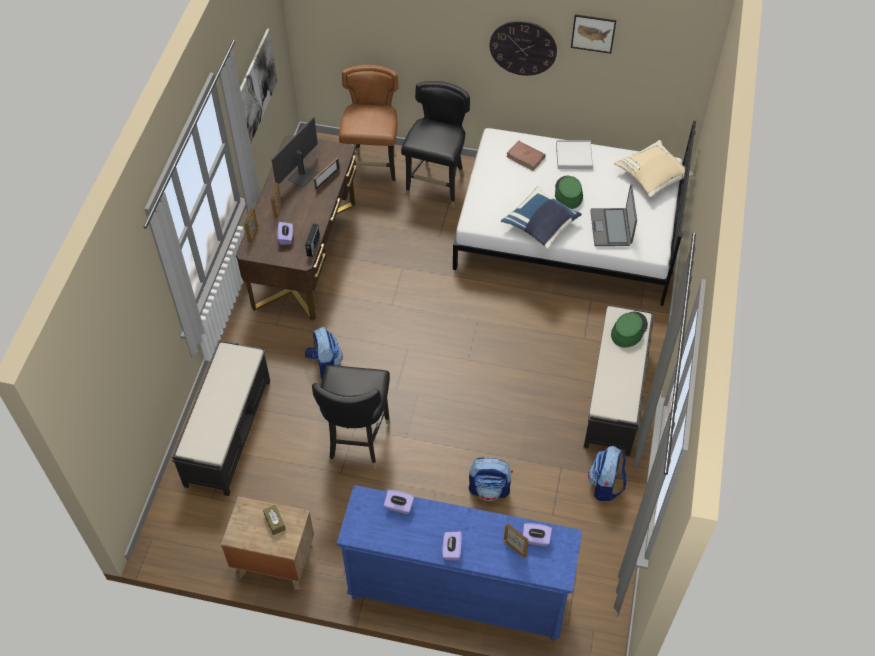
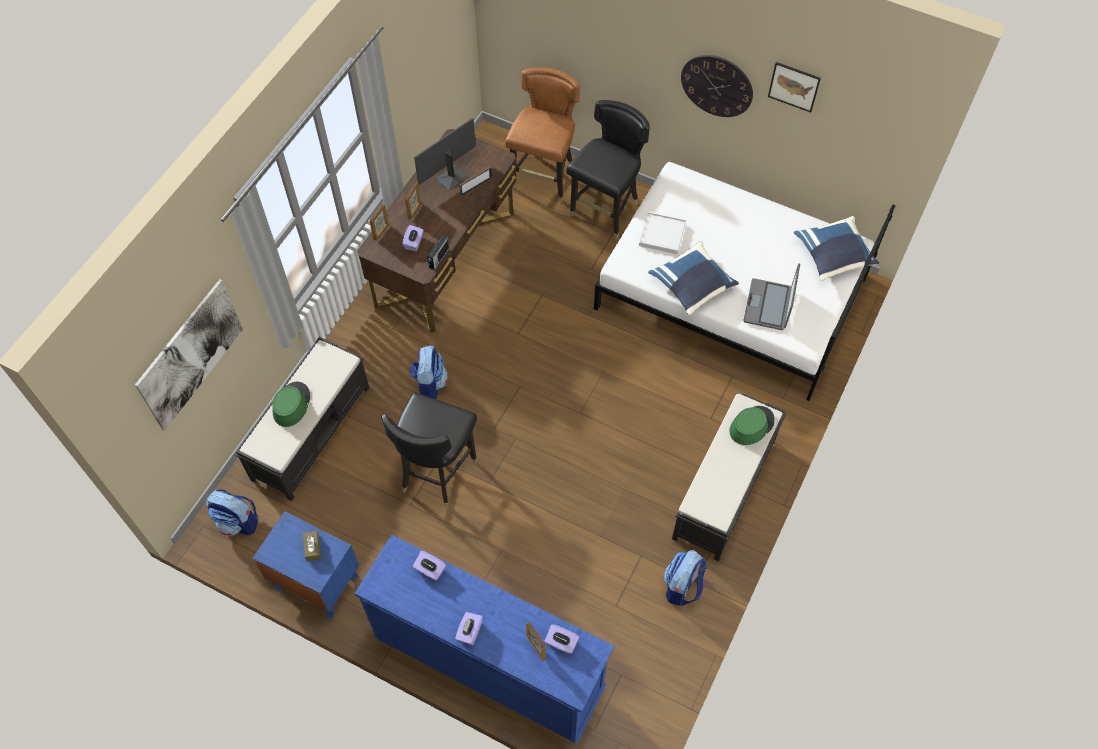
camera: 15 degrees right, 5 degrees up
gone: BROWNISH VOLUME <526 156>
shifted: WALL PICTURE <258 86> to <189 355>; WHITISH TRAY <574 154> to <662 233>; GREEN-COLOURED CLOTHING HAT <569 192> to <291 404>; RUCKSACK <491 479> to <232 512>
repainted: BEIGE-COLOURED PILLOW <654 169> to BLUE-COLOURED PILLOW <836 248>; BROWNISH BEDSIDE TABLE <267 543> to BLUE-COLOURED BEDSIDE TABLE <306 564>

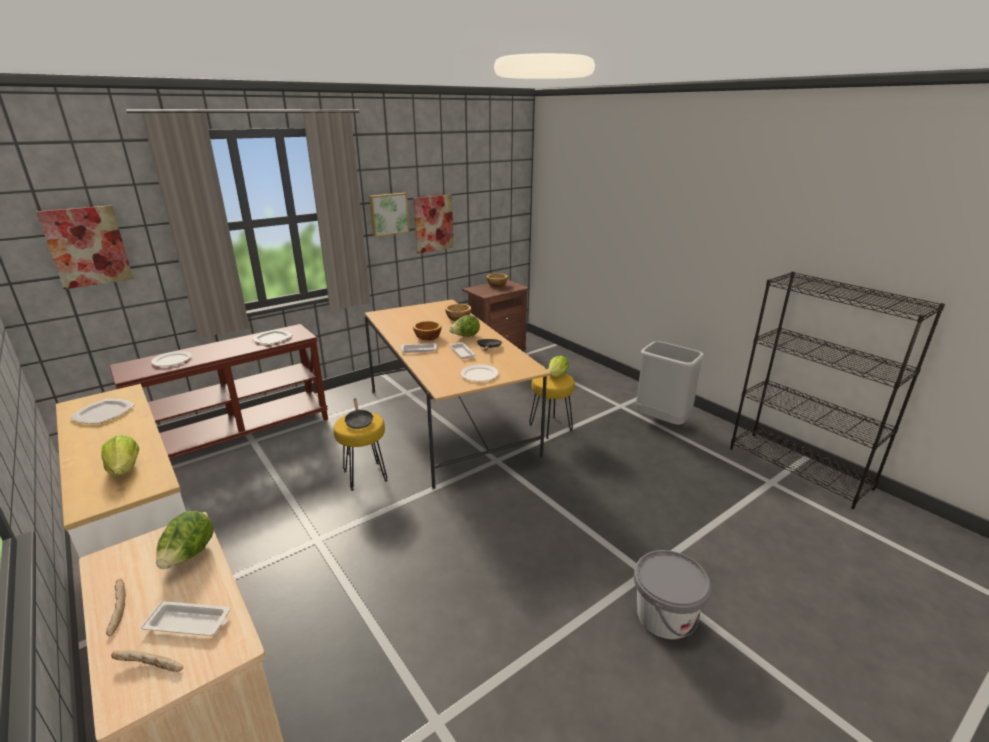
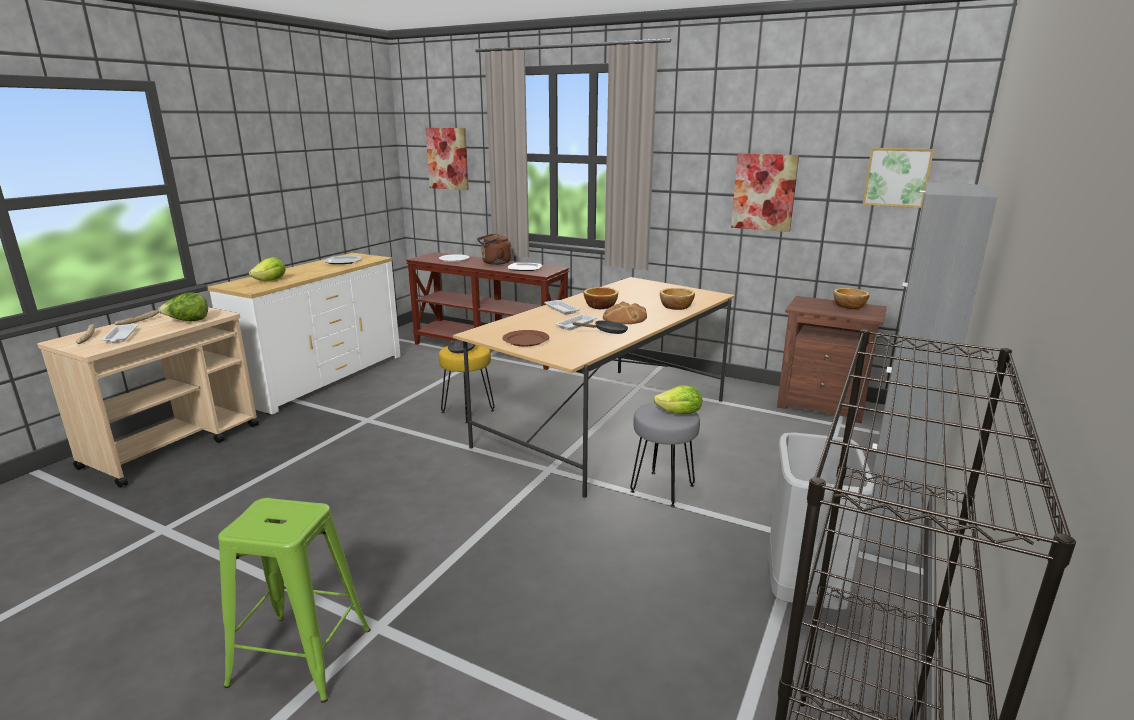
camera: 65 degrees right, 5 degrees down
new: GREYISH CUPBOARD <928 373>; BROWNISH KETTLE <494 249>
shifted: WALL PICTURE <389 215> to <898 178>
swapped: LETTUCE <464 326> to BREAD <625 312>; GREYISH PAIL <672 594> to GREEN-COLOURED STOOL <294 600>
repainted: WHITISH FLAT DISH <479 373> to BROWNISH FLAT DISH <525 338>; YELLOWISH STOOL <552 406> to GREYISH STOOL <665 455>

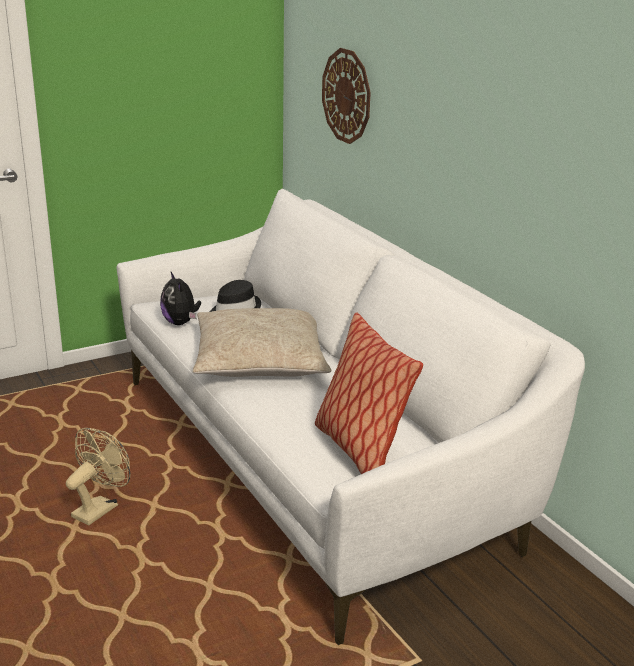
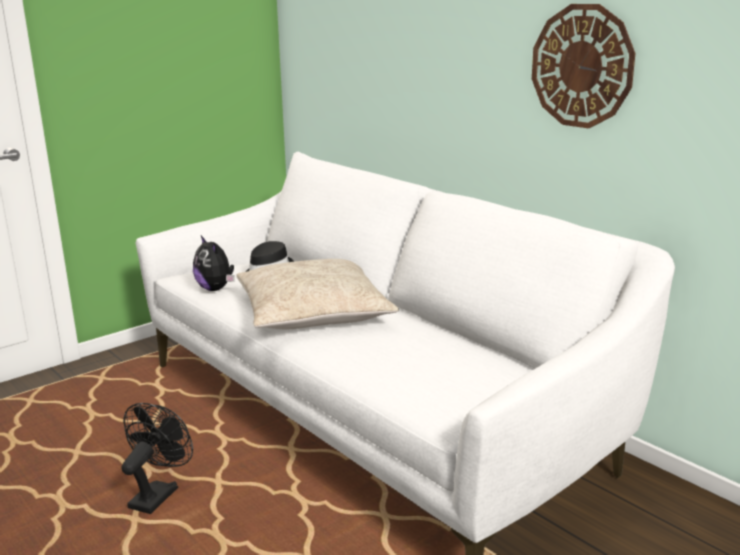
camera: 10 degrees left, 5 degrees down
gone: PILLOW <369 393>
shifted: CLOCK ON THE WALL <346 96> to <584 66>
repainted: BEIGE-COLOURED FAN <98 476> to BLACK FAN <157 458>

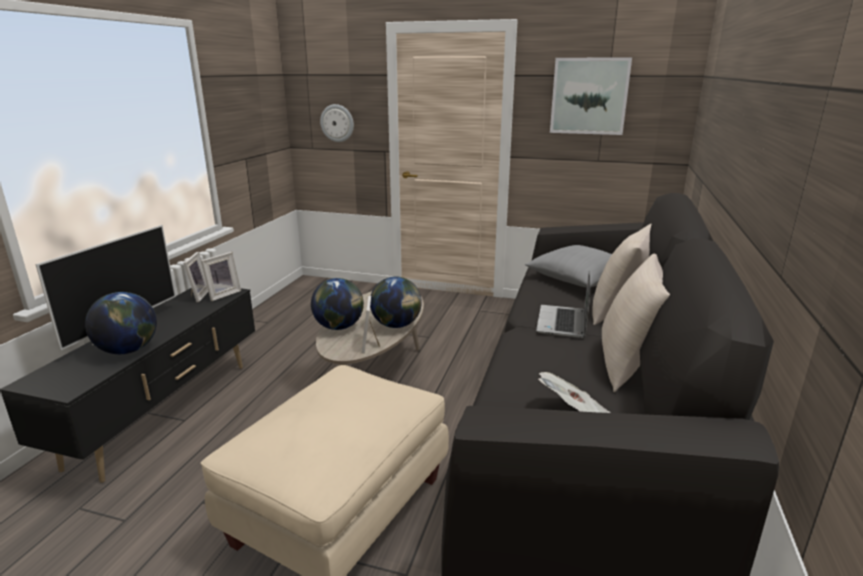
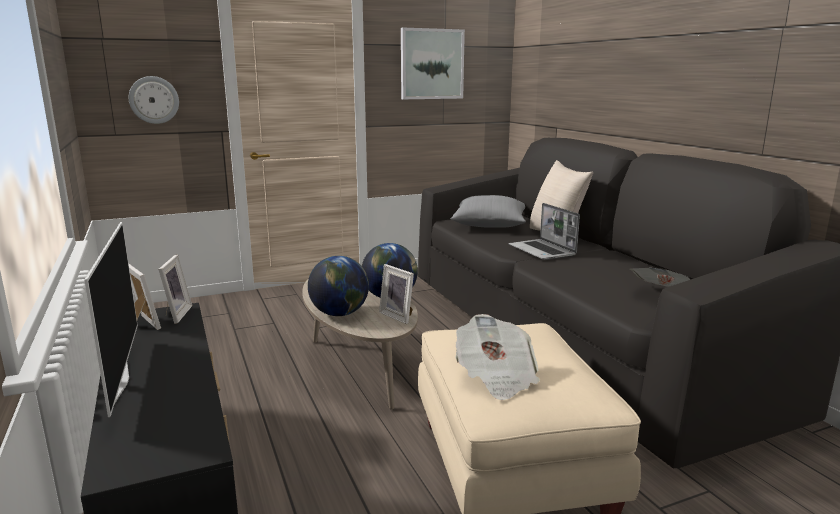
camera: 40 degrees left, 5 degrees down
gone: BEIGE-COLOURED PILLOW <636 323>; GLOBE <121 323>
new: PRINTED PAPER <497 357>

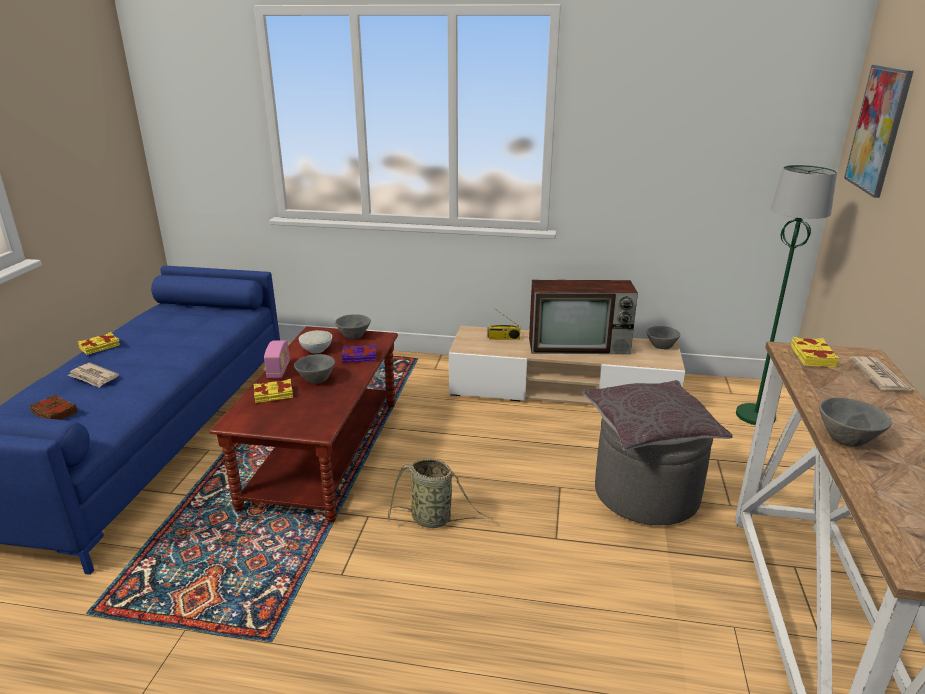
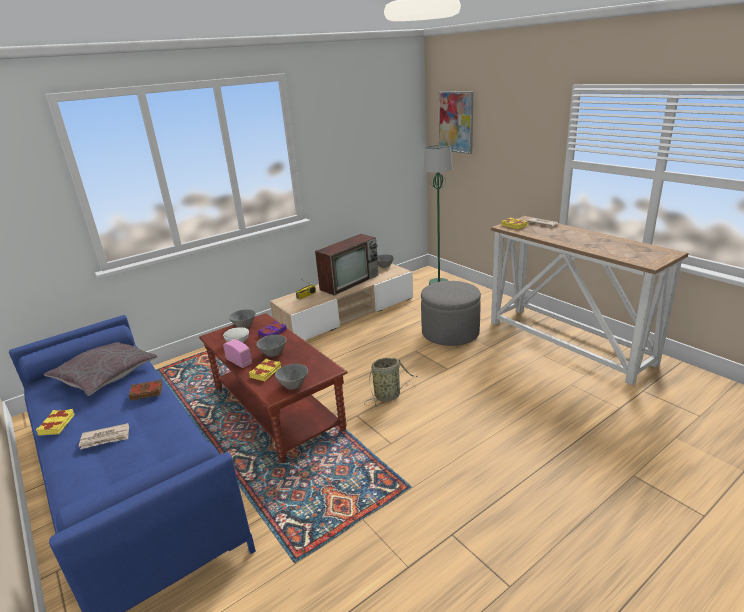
camera: 45 degrees left, 0 degrees up
shifted: GREYISH PILLOW <657 415> to <101 369>; BROWNISH VOLUME <53 407> to <146 390>; GREYISH DEEP DISH <855 422> to <291 377>

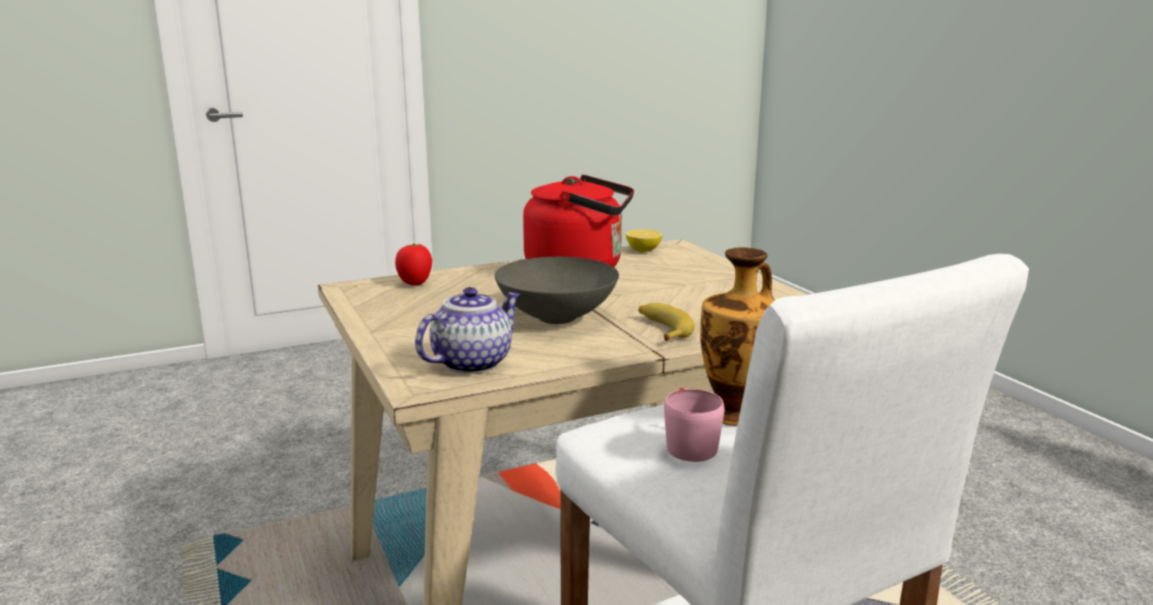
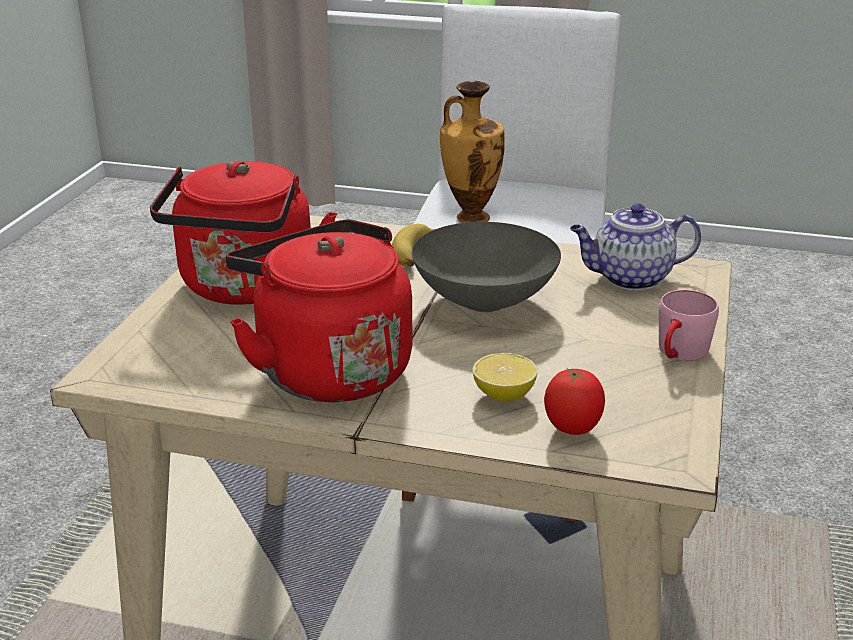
camera: 140 degrees left, 10 degrees up
new: RED-COLOURED KETTLE <243 233>
shifted: CITRUS FRUIT <644 240> to <505 377>; PINK COFFEE MUG <694 425> to <689 325>

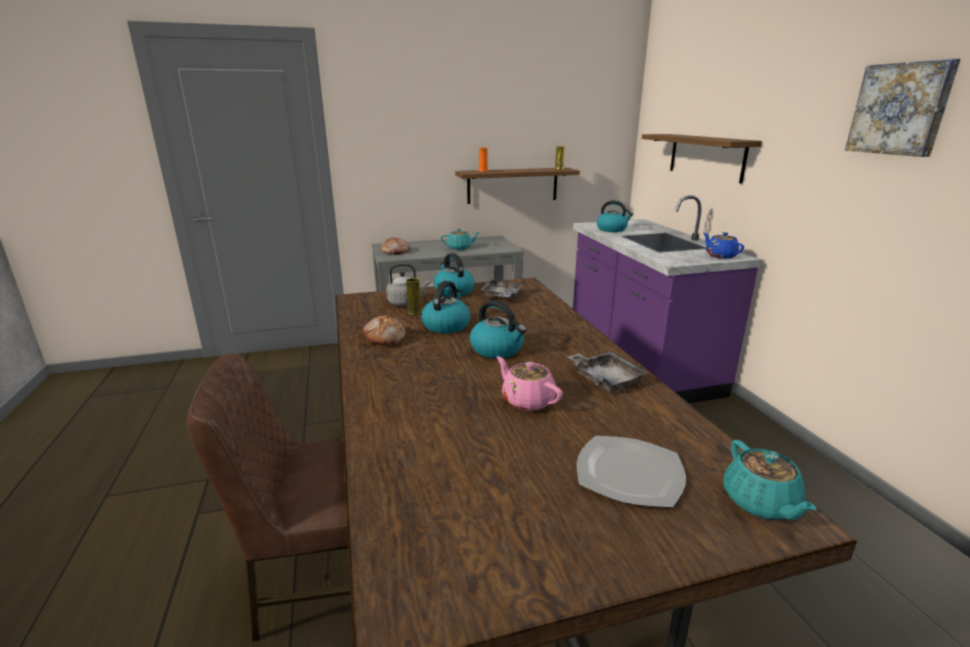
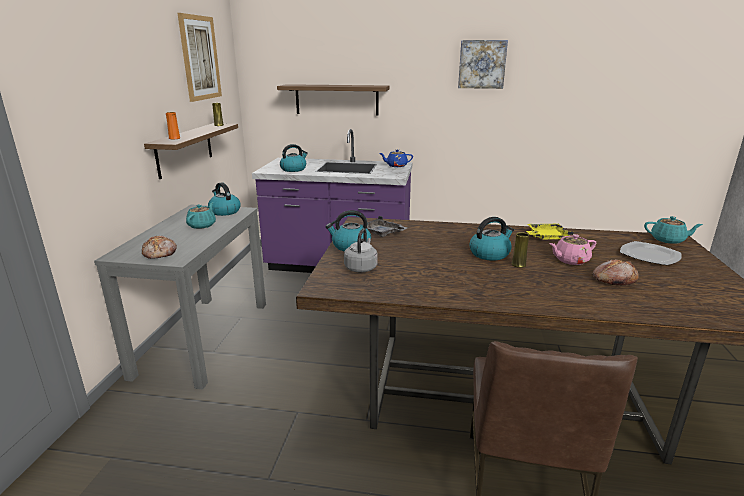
camera: 65 degrees left, 0 degrees up
new: WALL PICTURE <199 57>
shifted: YELLOWISH DECORATIVE VASE <414 297> to <520 250>; KETTLE <445 307> to <224 199>; BREAD <384 330> to <615 272>
repainted: GREYISH TRAY <608 371> to YELLOWISH TRAY <550 232>

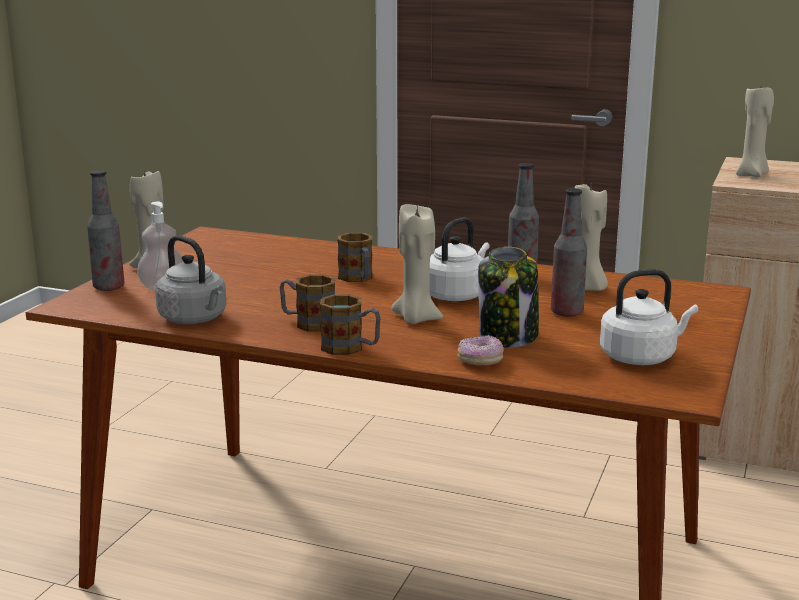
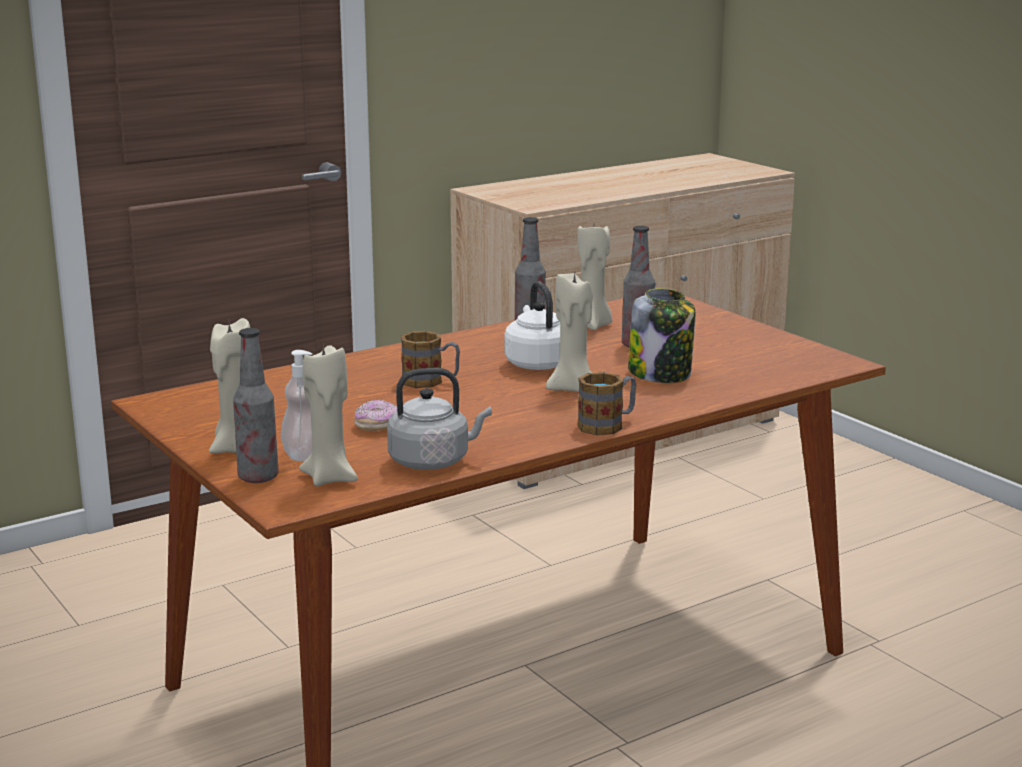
camera: 55 degrees left, 0 degrees up
gone: WHITISH KETTLE <649 317>; COFFEE MUG <307 303>
shifted: BEIGE-COLOURED WAX LIGHT <755 132> to <328 415>; RING DOUGHNUT <481 350> to <375 415>

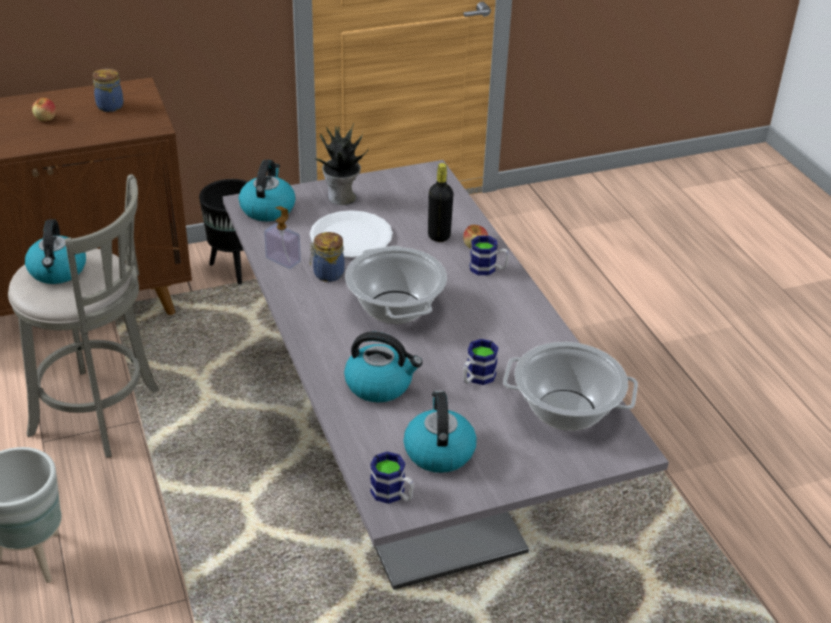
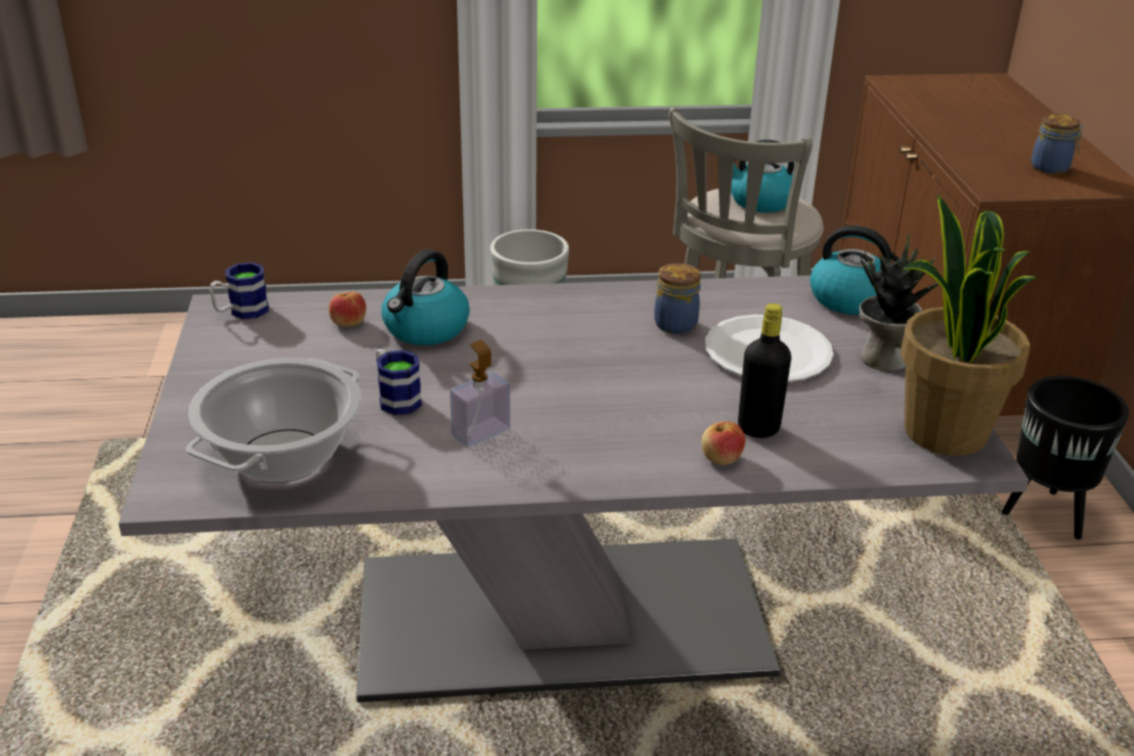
camera: 105 degrees right, 5 degrees down
gone: COFFEE MUG <489 255>; COOKING POT <396 285>; KETTLE <440 431>
new: POTTED PLANT <968 325>
shifted: WHOLE APPLE <44 109> to <347 309>; LIQUID SOAP BOTTLE <282 237> to <480 393>

